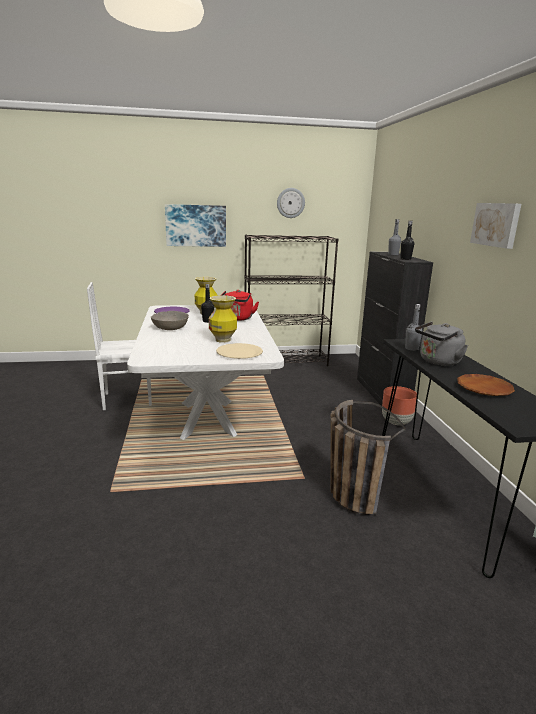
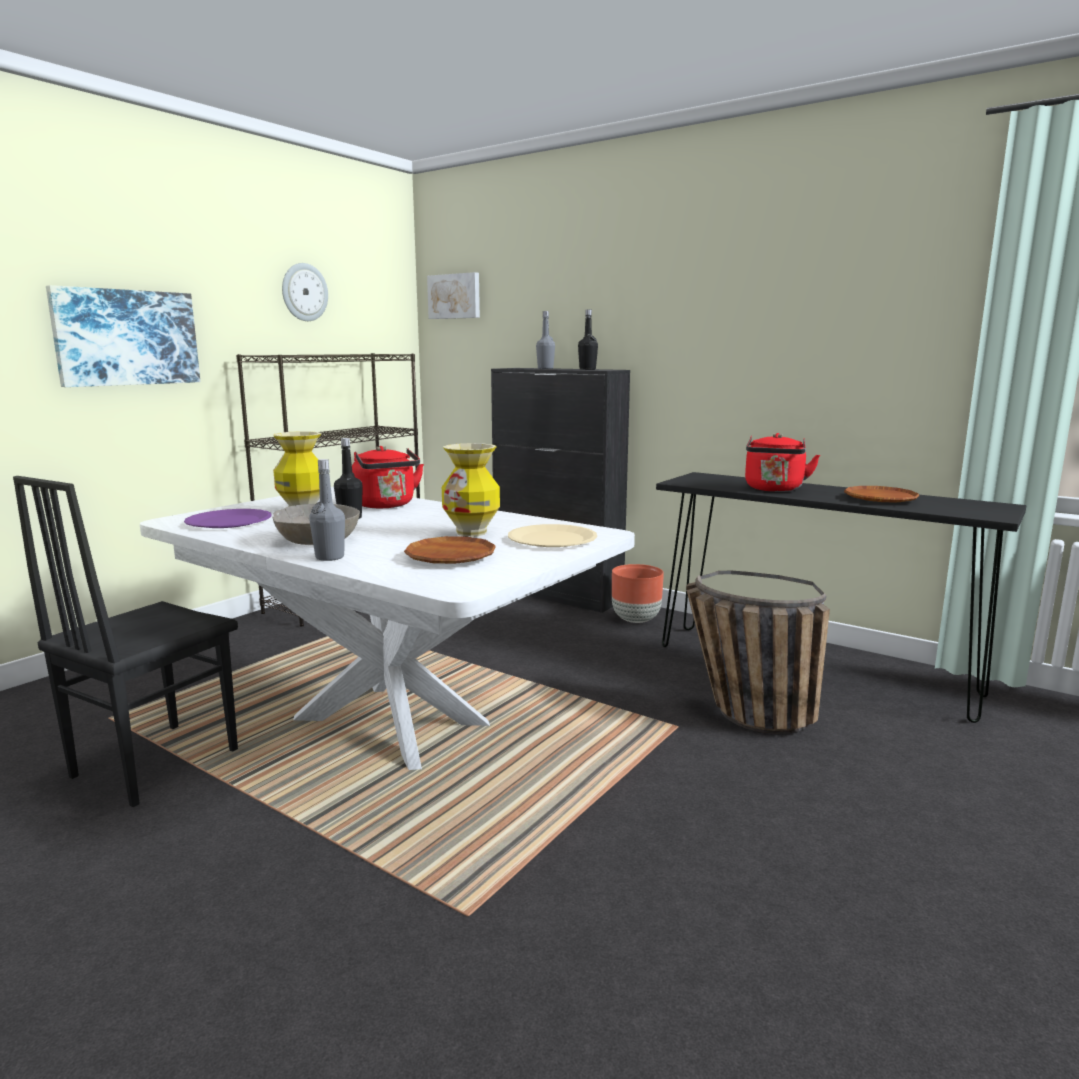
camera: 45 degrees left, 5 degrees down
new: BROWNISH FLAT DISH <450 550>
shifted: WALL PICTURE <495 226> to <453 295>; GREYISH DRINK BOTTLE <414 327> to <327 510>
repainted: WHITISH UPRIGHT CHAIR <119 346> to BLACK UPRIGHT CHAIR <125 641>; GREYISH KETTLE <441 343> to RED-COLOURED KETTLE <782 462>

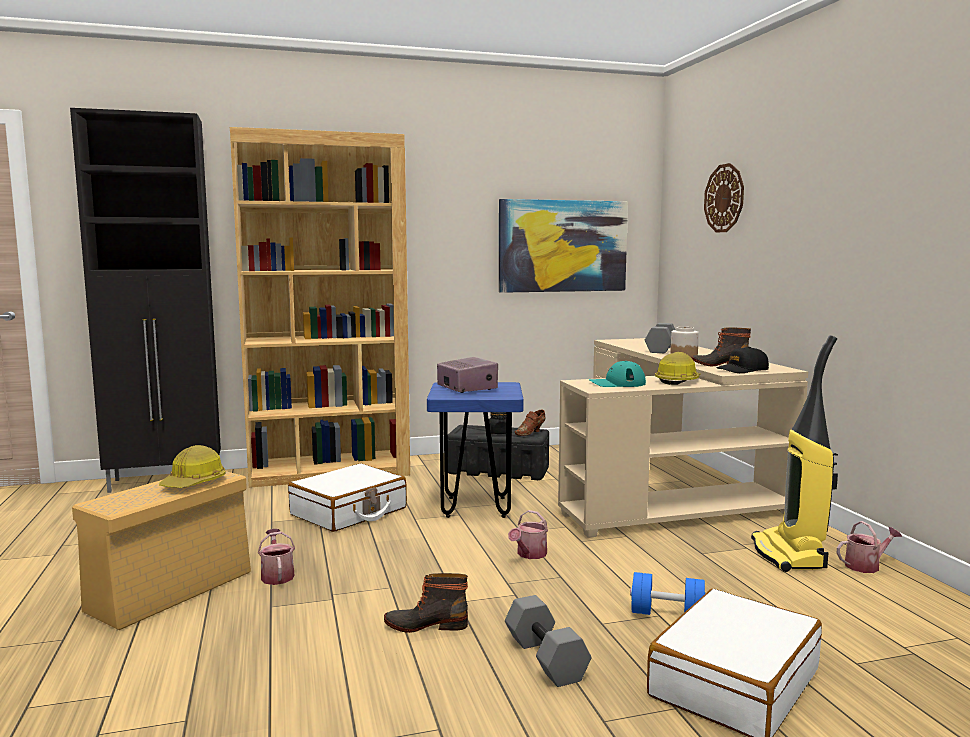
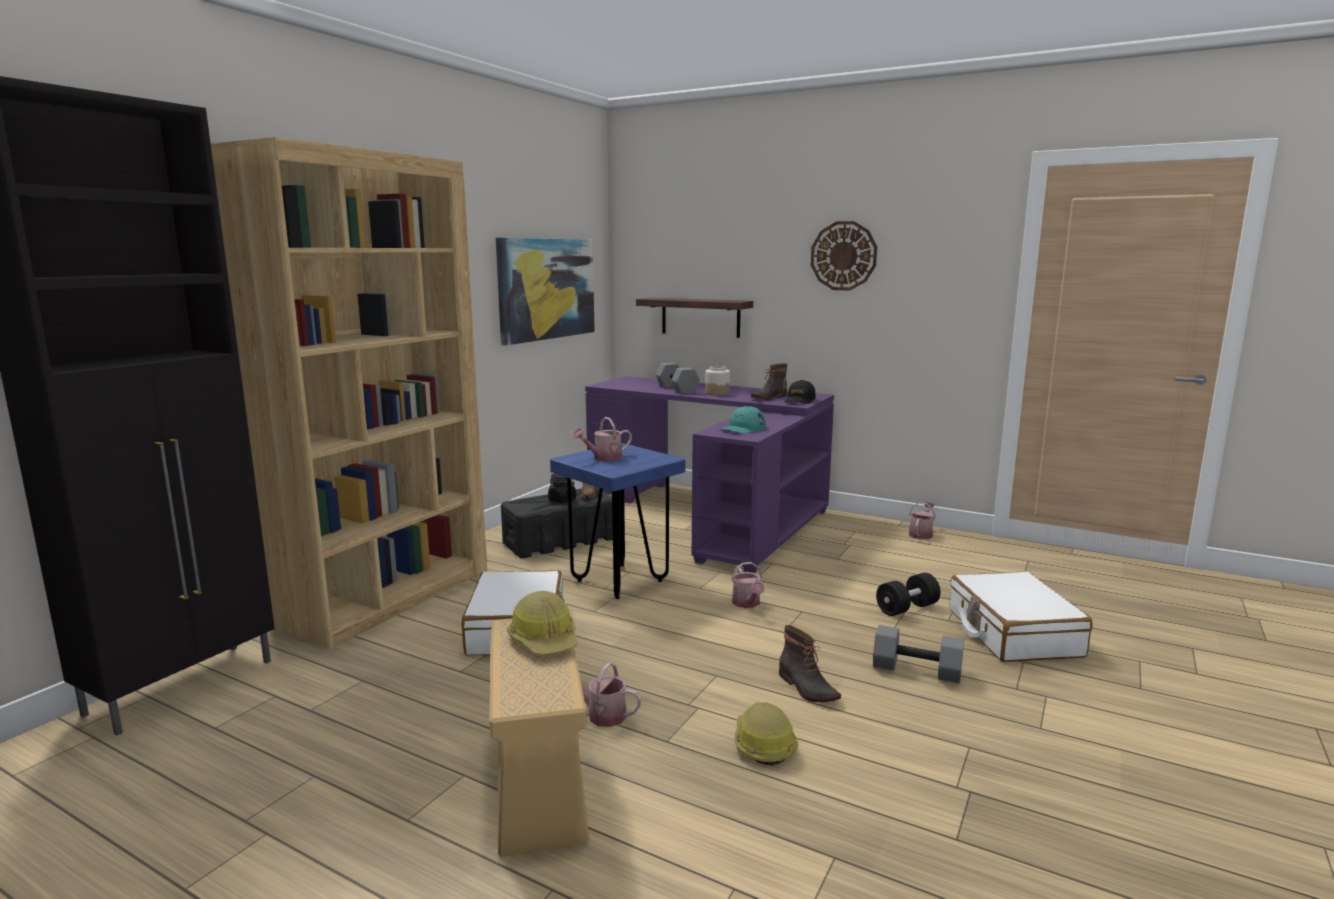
camera: 45 degrees left, 5 degrees up
gone: HOOVER <794 453>
new: SHELF <694 318>
shifted: CLOCK ON THE WALL <724 198> to <844 256>; SAFETY HELMET <677 368> to <766 734>
swapped: RADIO RECEIVER <467 375> to WATERING POT <602 439>
repainted: BEIGE-COLOURED DESK UNIT <683 438> to PURPLE-COLOURED DESK UNIT <709 474>; BLUE-COLOURED FREE WEIGHT <667 593> to BLACK FREE WEIGHT <908 594>
rotated: TALL BOOT <426 603> = <810 663> 75 degrees counterclockwise

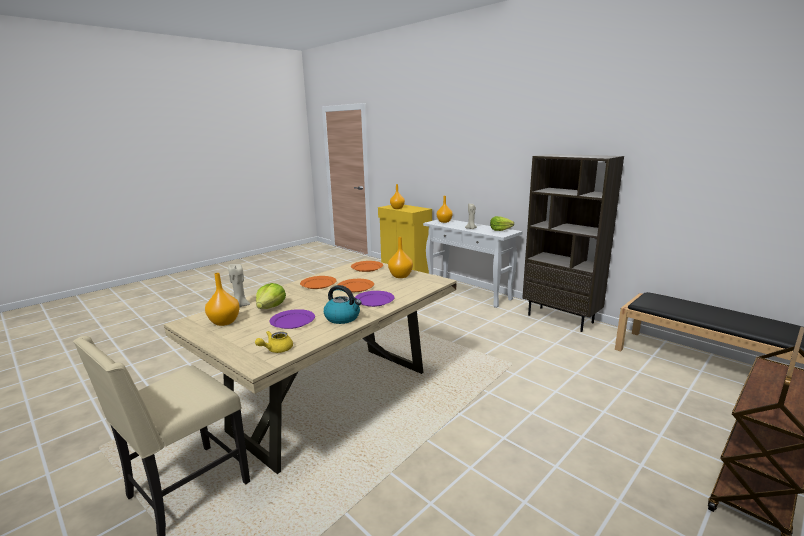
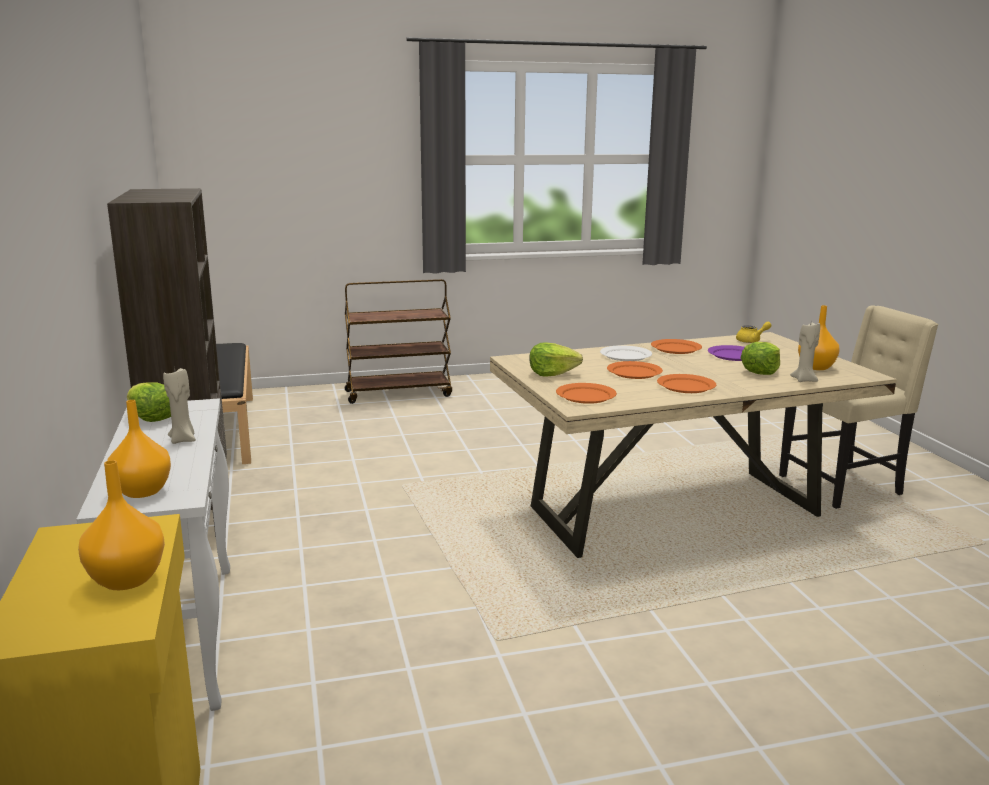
camera: 150 degrees left, 0 degrees up
swapped: ORANGEY DECORATIVE VASE <400 257> to LETTUCE <556 359>; KETTLE <343 304> to ORANGEY FLAT DISH <676 346>
repainted: PURPLE-COLOURED FLAT DISH <374 299> to WHITISH FLAT DISH <626 353>

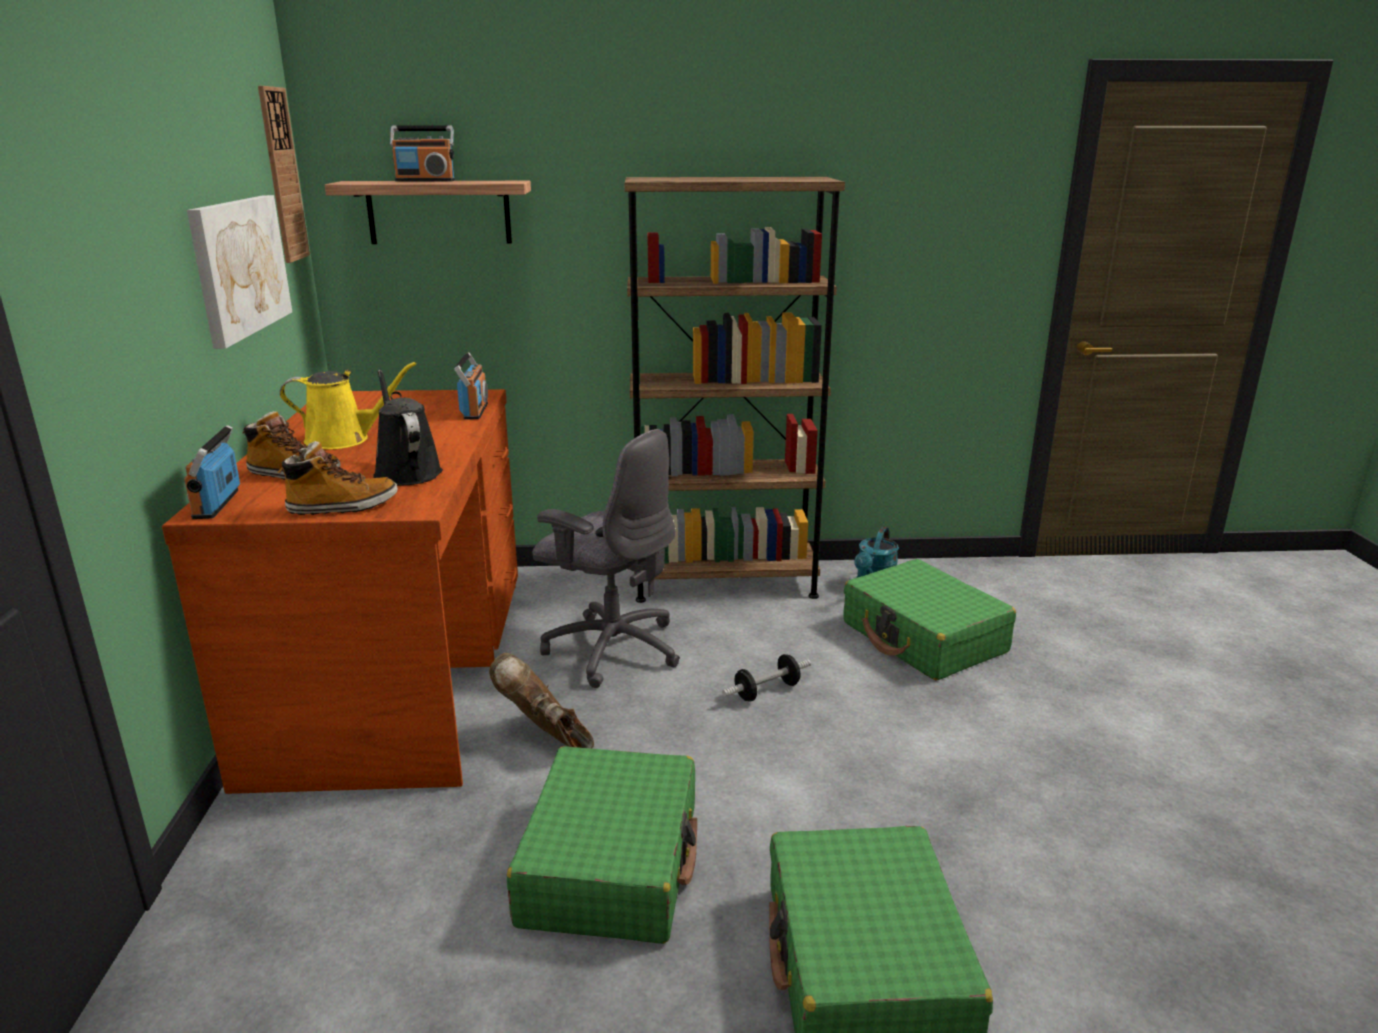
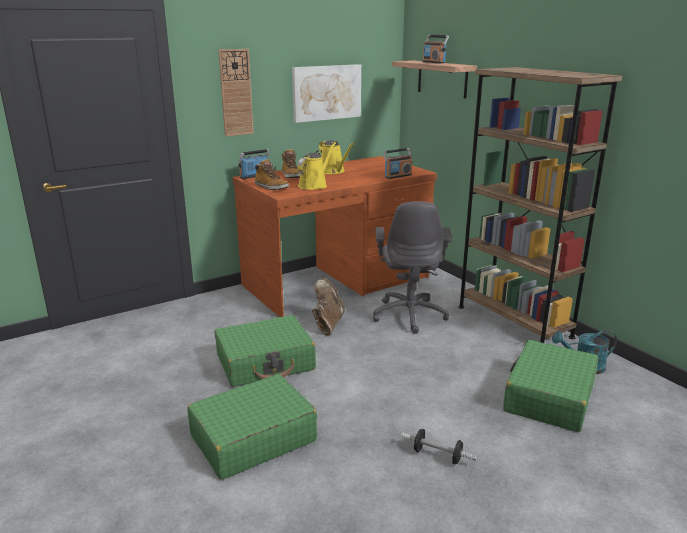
camera: 60 degrees right, 0 degrees up
shifted: CLOCK ON THE WALL <284 174> to <236 92>; FREE WEIGHT <766 678> to <439 446>
repainted: BLACK WATERING POT <408 427> to YELLOWISH WATERING POT <316 166>

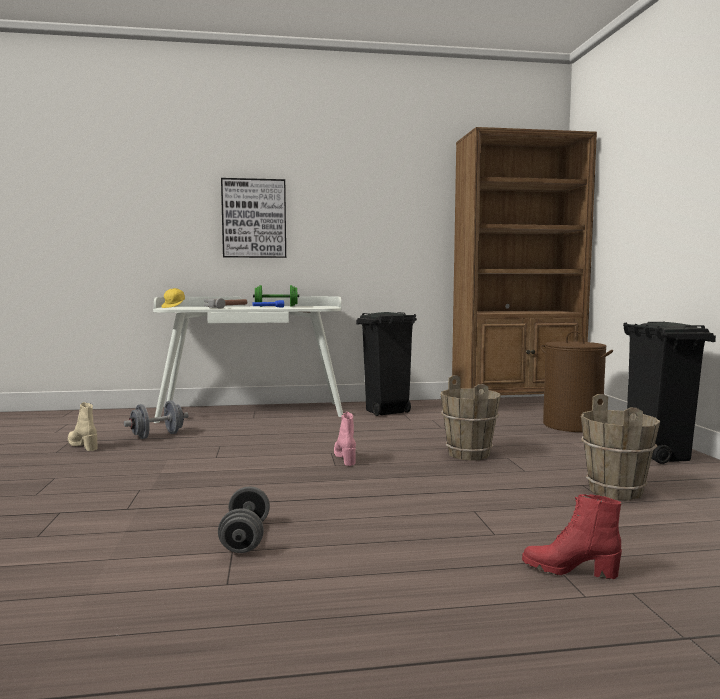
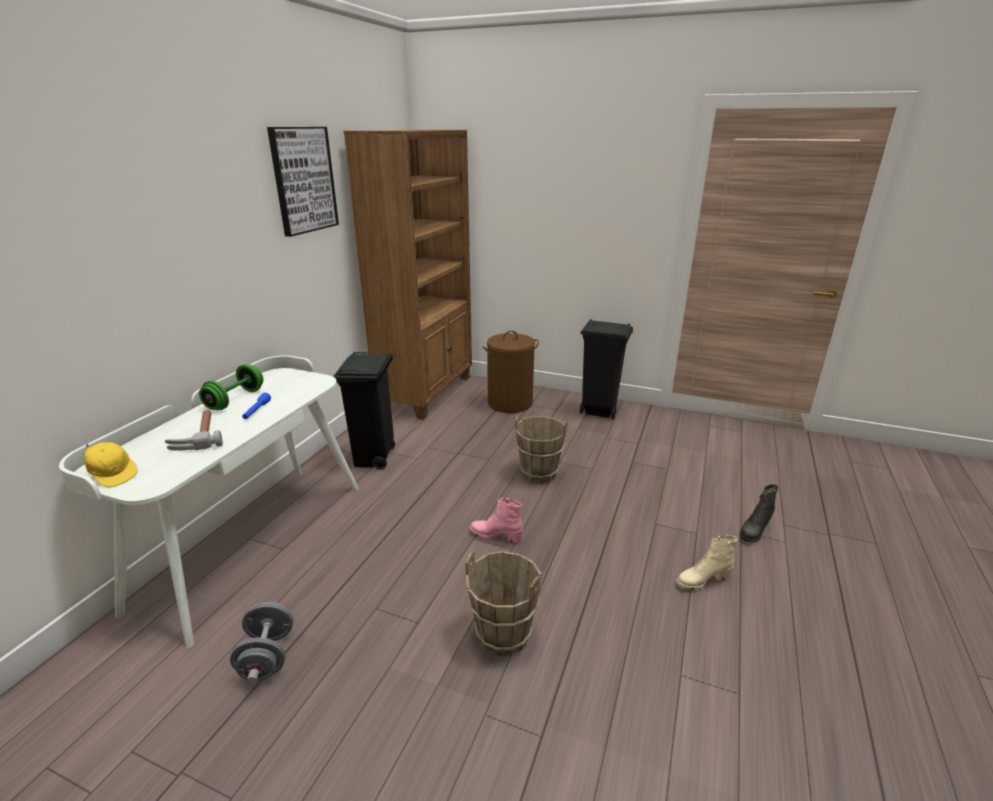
camera: 60 degrees left, 20 degrees up
gone: GREYISH FREE WEIGHT <244 519>
shifted: WALL PICTURE <253 218> to <303 182>; BROWNISH PAIL <620 447> to <504 603>; BEIGE-COLOURED TALL BOOT <82 426> to <707 562>
repainted: RED-COLOURED TALL BOOT <572 536> to BLACK TALL BOOT <759 513>

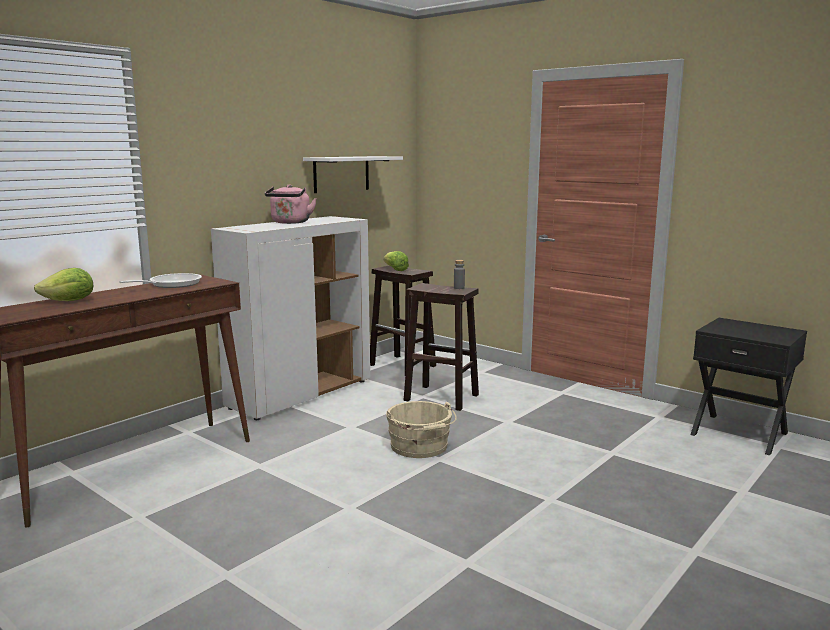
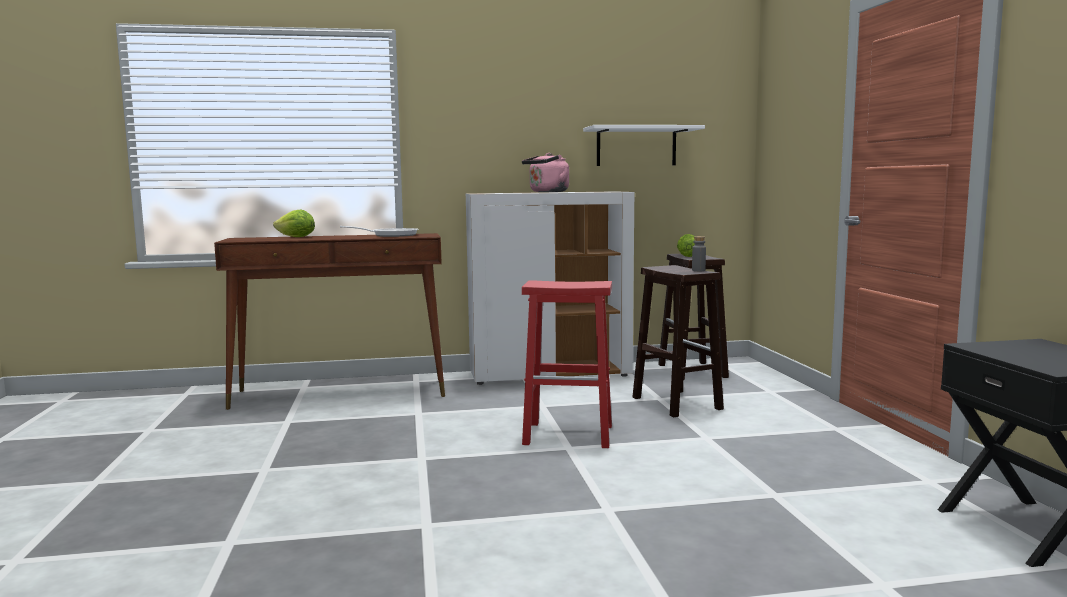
camera: 40 degrees right, 5 degrees down
swapped: BEIGE-COLOURED PAIL <421 429> to RED-COLOURED STOOL <567 364>

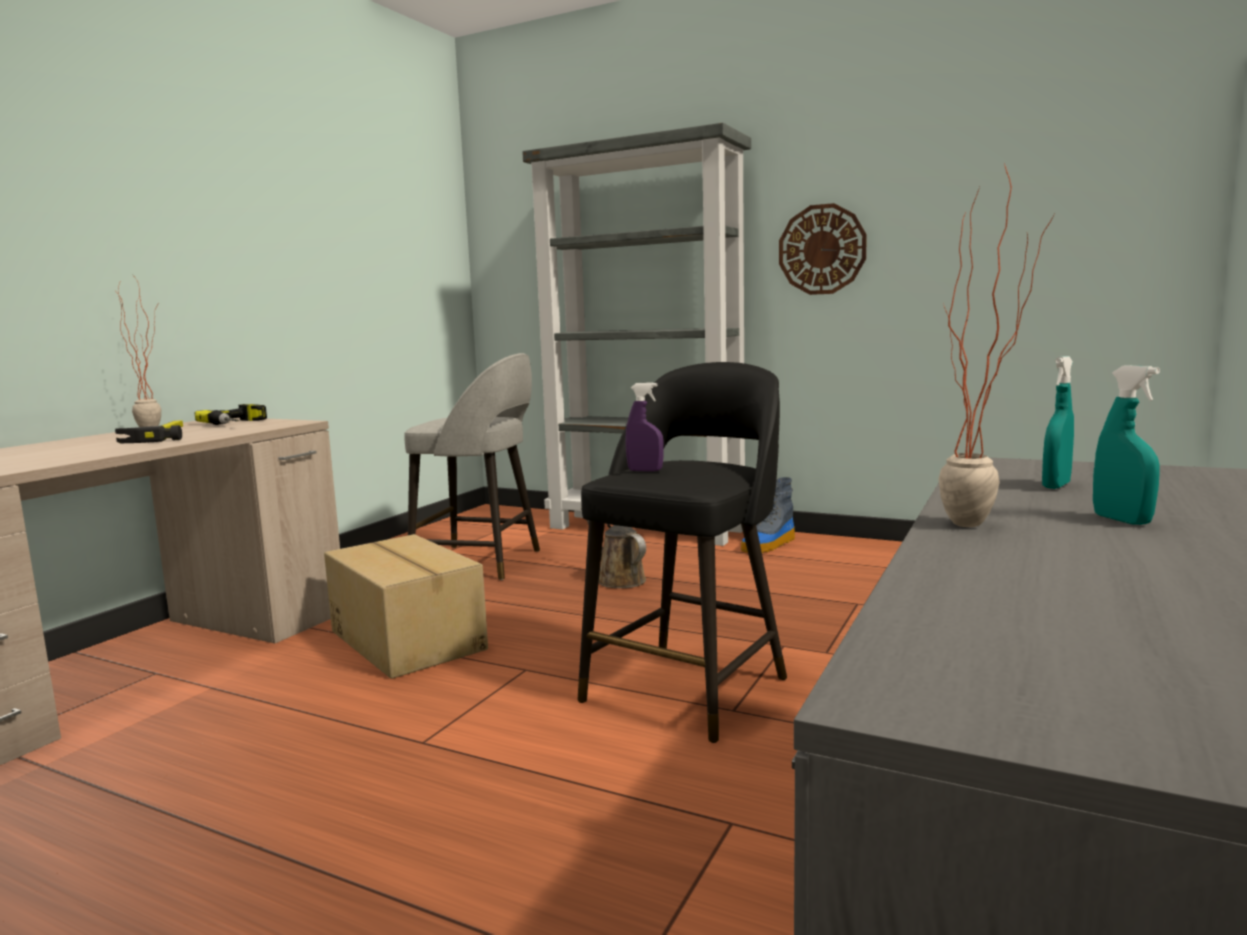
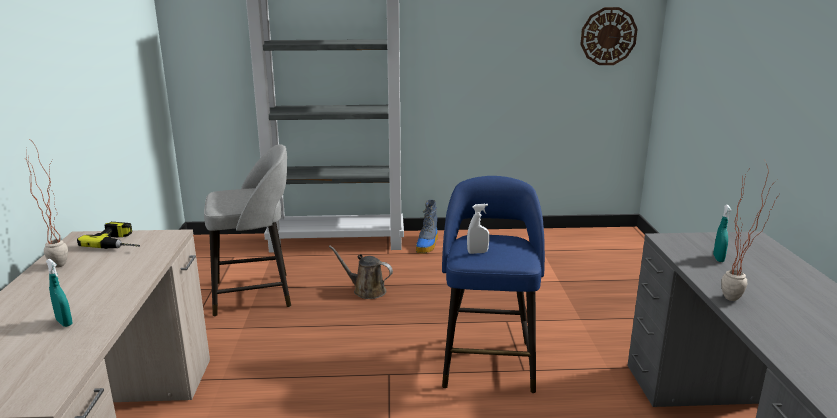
camera: 30 degrees left, 10 degrees up
gone: HAND HAMMER <149 431>; CARTON <406 606>
shifted: CLOCK ON THE WALL <823 249> to <609 36>; BLUE-GREEN HAND SPRAYER <1126 445> to <59 293>
repainted: BLACK STOOL <682 552> to BLUE-COLOURED STOOL <493 284>; PURPLE-COLOURED HAND SPRAYER <644 427> to WHITISH HAND SPRAYER <478 229>

